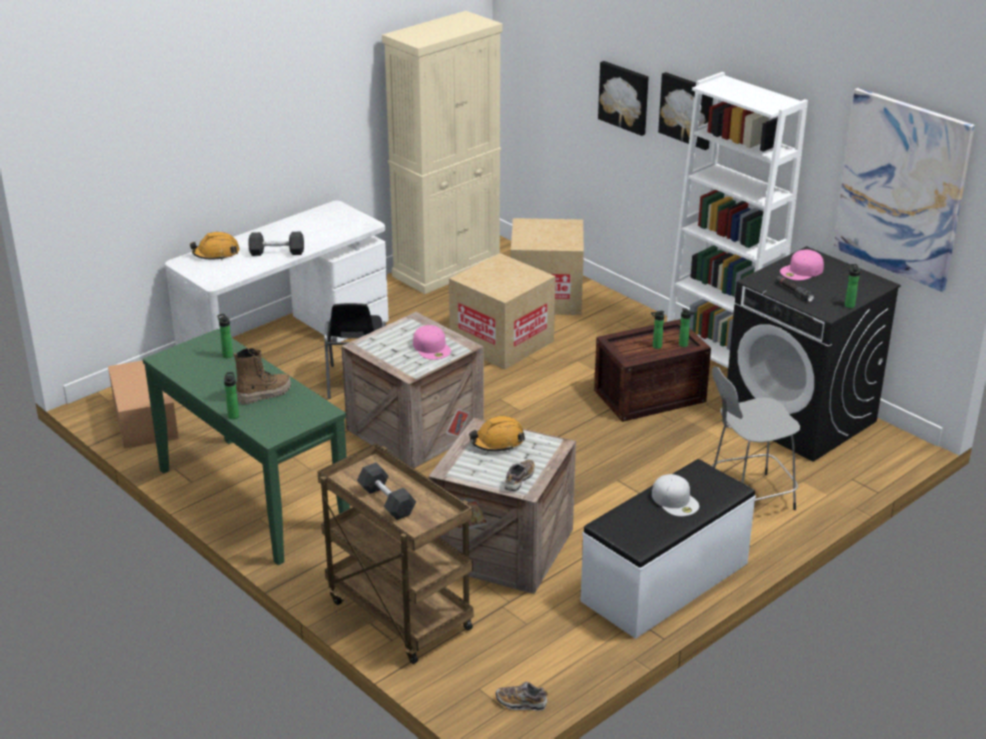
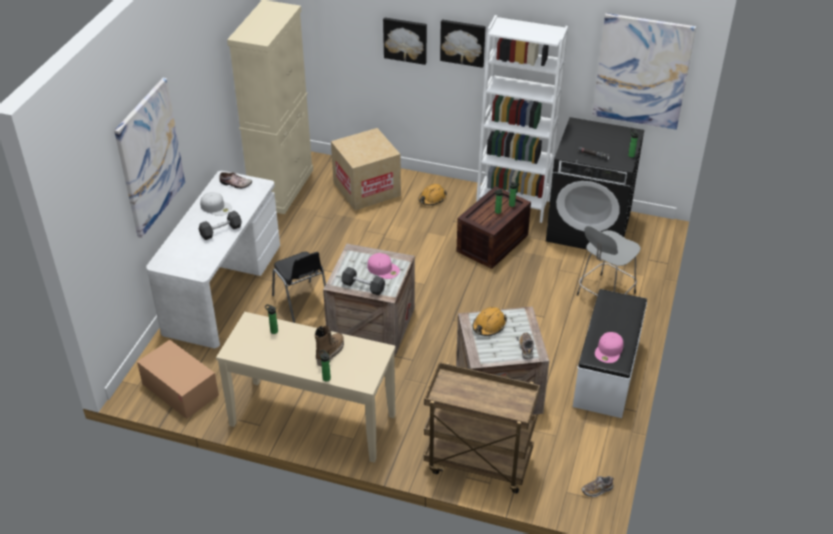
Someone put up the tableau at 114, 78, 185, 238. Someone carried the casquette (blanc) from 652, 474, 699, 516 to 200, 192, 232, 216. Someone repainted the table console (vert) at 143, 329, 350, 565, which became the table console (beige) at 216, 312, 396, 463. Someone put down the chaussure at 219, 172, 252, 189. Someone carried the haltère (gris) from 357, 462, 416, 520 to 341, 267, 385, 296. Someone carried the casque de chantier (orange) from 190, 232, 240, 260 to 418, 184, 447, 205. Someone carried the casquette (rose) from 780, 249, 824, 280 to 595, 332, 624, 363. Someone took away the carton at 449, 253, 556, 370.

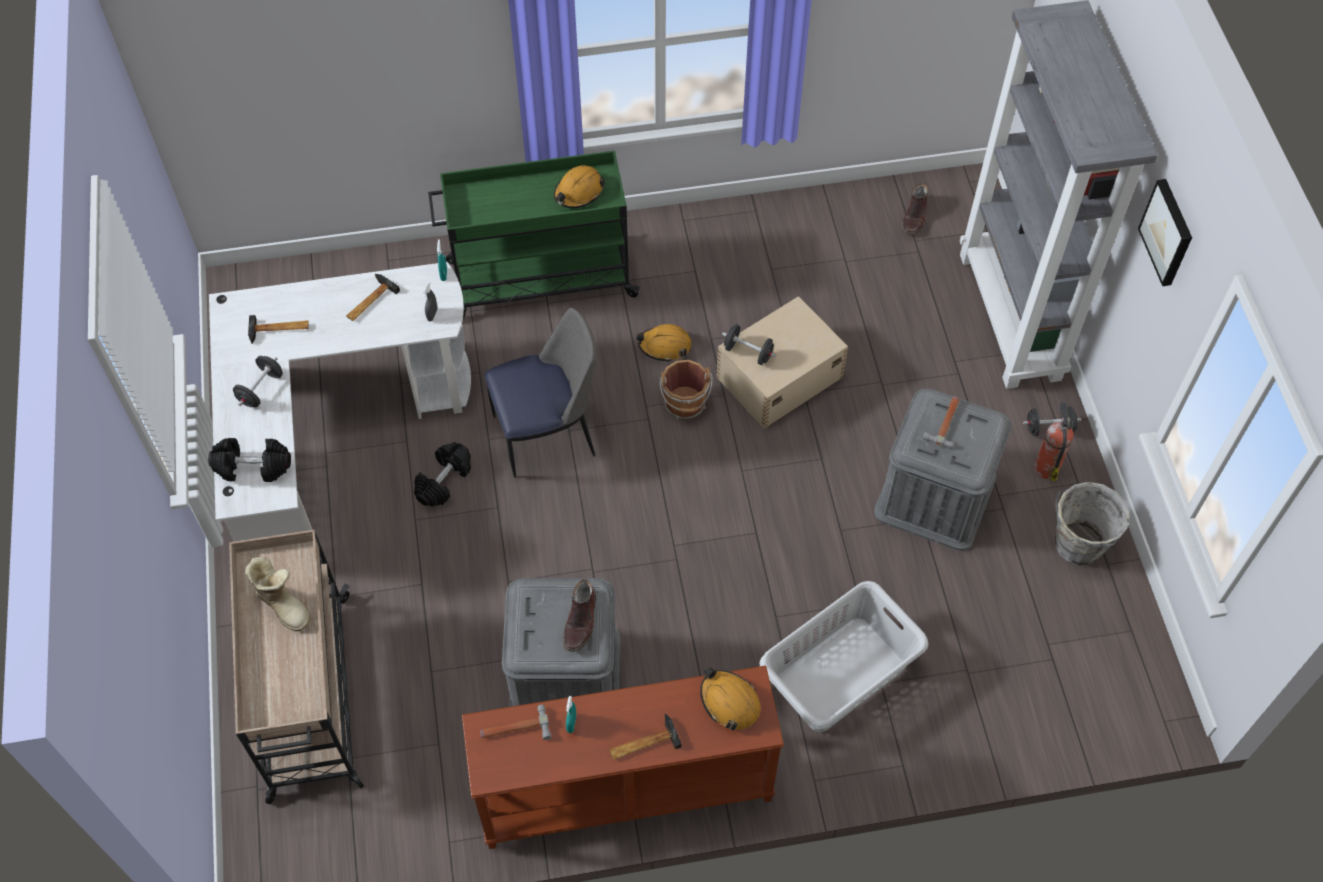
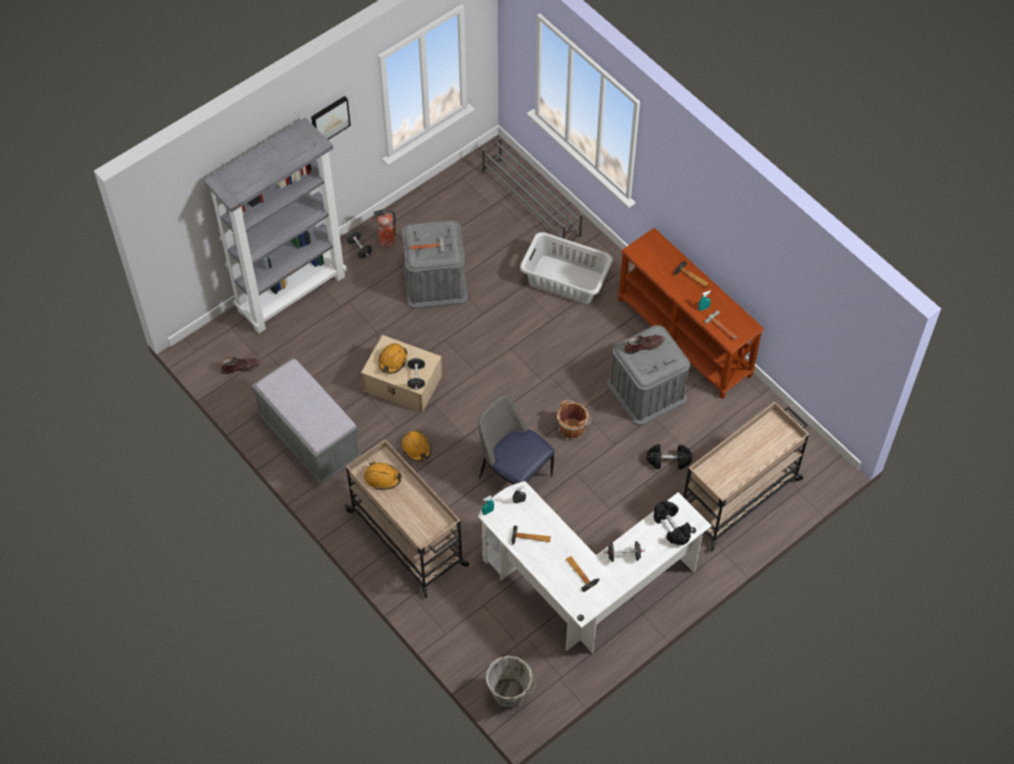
Someone put down the banc (gris) at 251, 358, 361, 484. Someone repainted the chariot (vert) at 428, 151, 640, 318, which became the chariot (beige) at 344, 439, 469, 598. Someone carried the casque de chantier (orange) from 700, 667, 761, 731 to 378, 343, 408, 374. Someone put down the étagère à chaussures (gris) at 482, 137, 582, 249. Someone carried the seau (gris) from 1055, 482, 1130, 566 to 486, 656, 537, 709. Someone carried the seau (marron) from 659, 360, 713, 420 to 556, 400, 591, 440. Someone carried the haltère (noir) from 414, 442, 471, 507 to 647, 444, 692, 469. Someone took away the botte at 245, 557, 310, 631.

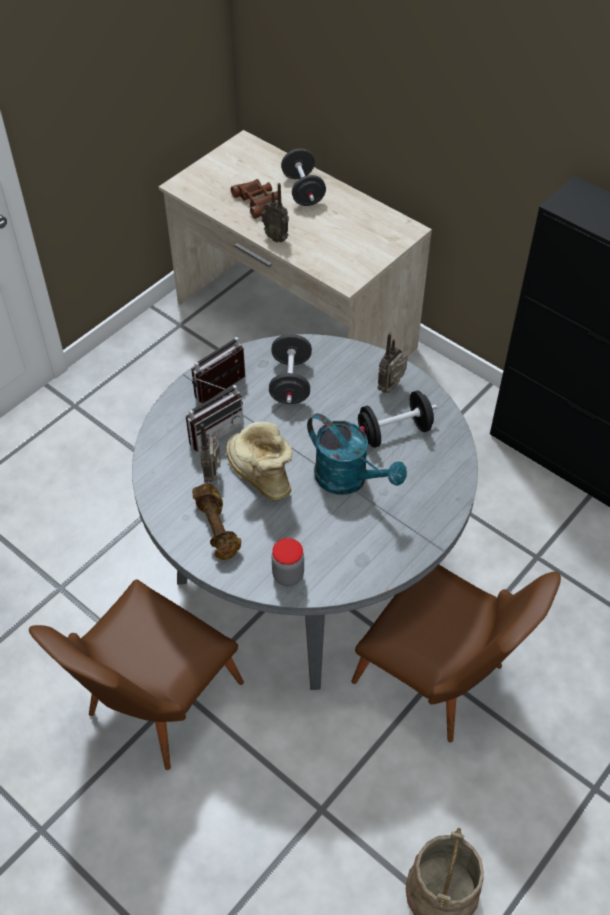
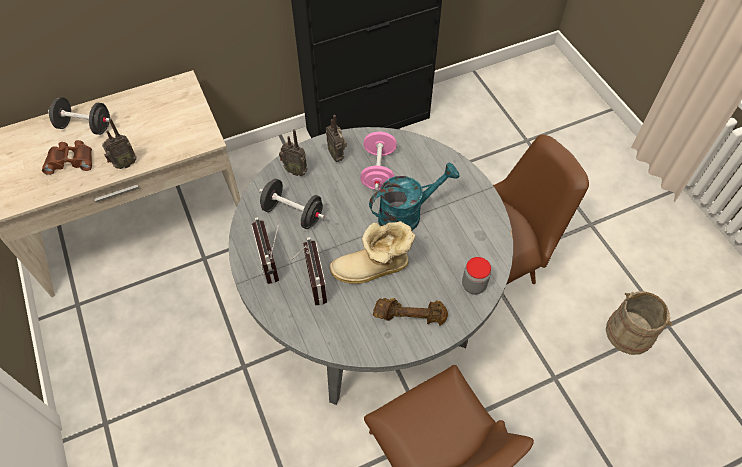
Someone carried the radio from 200, 424, 220, 483 to 279, 129, 307, 176. Someone repainted the haltère (noir) at 358, 390, 437, 448, which became the haltère (rose) at 360, 132, 397, 190.

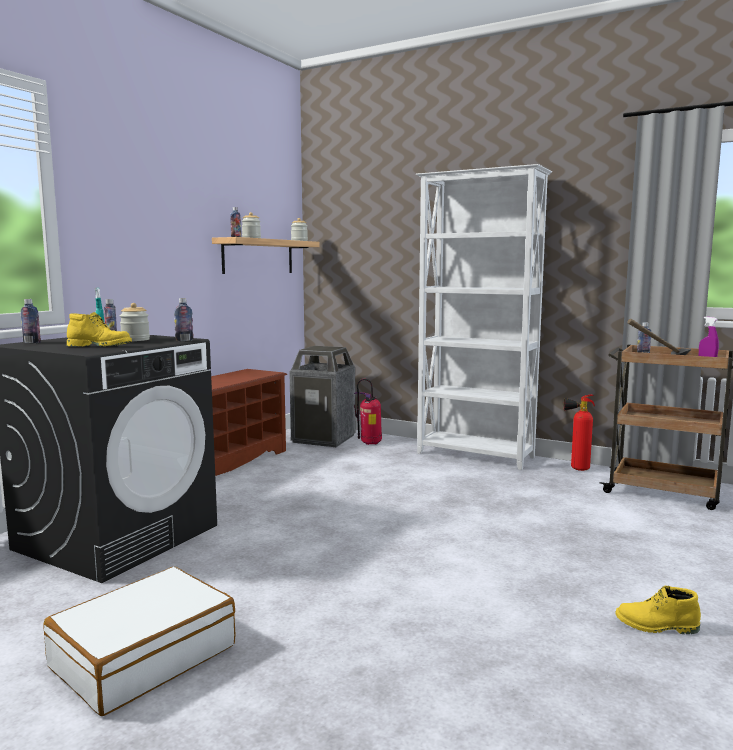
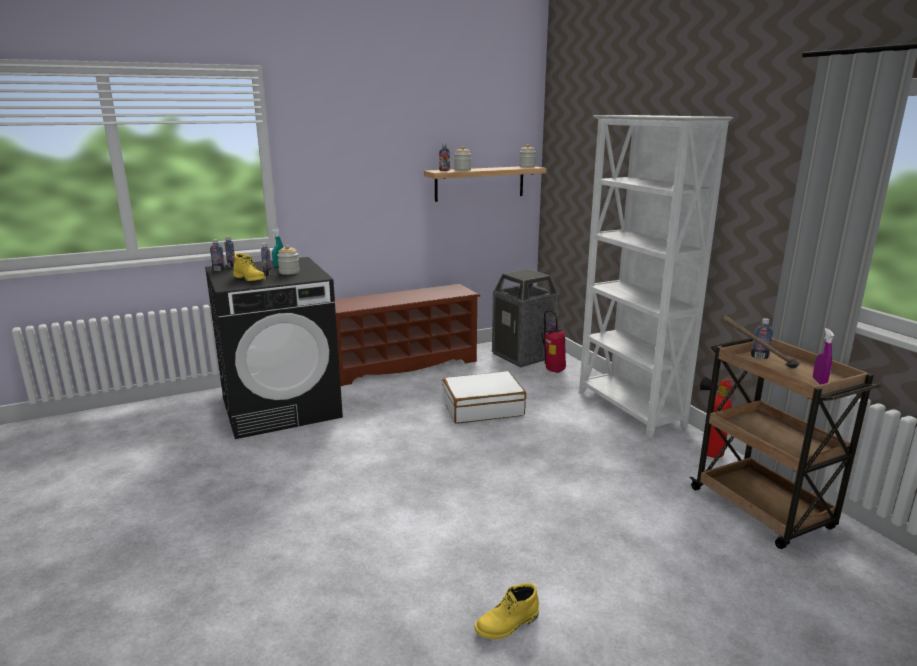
Someone carried the bouteille from 174, 298, 194, 341 to 210, 239, 225, 271. Someone carried the valise (blanc) from 43, 567, 236, 716 to 442, 371, 526, 424. Someone rotated the botte (jaune) at 615, 586, 701, 634 by 75 degrees counterclockwise.

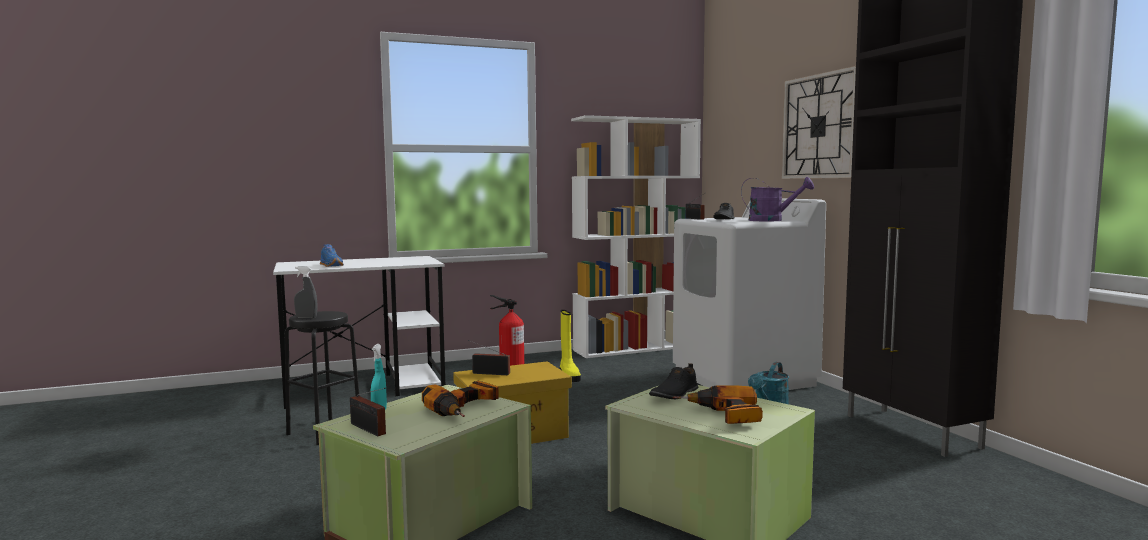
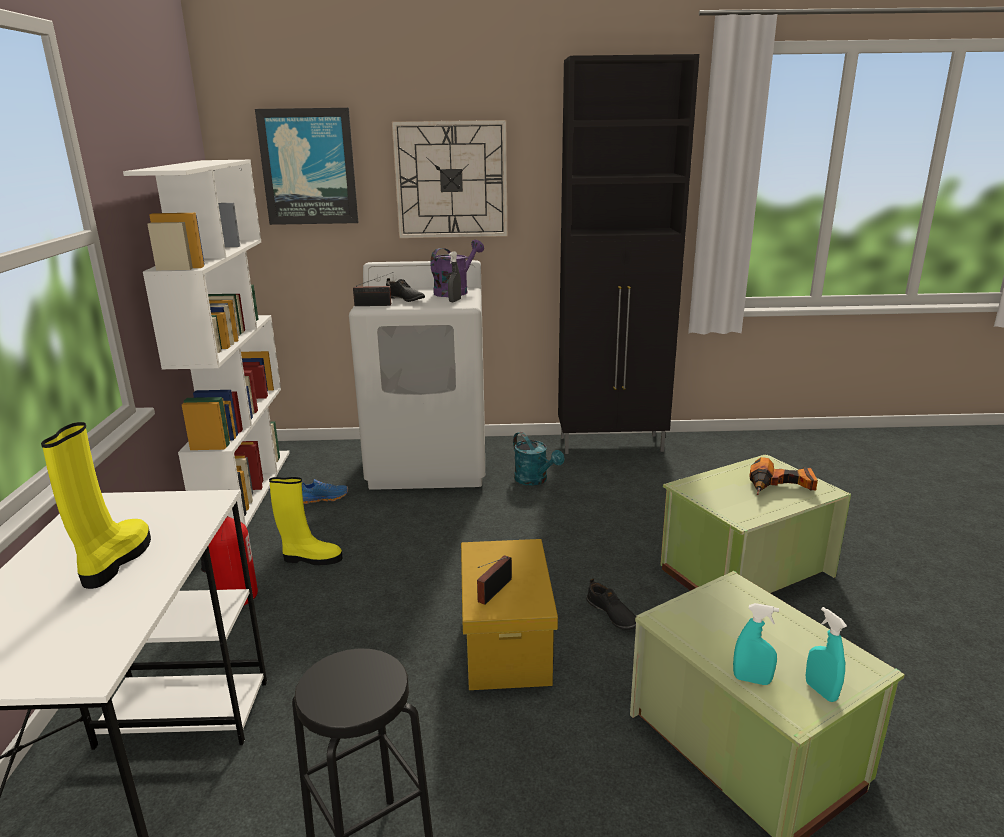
Someone put down the botte (jaune) at 41, 422, 151, 589. Someone put up the tableau at 255, 108, 358, 225. Someone carried the chaussure (bleu) from 320, 244, 344, 267 to 302, 479, 348, 504. Someone carried the vaporisateur (gris) from 294, 266, 317, 318 to 448, 251, 461, 302. Someone carried the chaussure (noir) from 649, 363, 698, 399 to 586, 578, 636, 630. Someone swapped the radio at 350, 388, 386, 436 for the vaporisateur (turquoise) at 806, 607, 847, 702. Someone took away the perceuse at 422, 381, 499, 417.

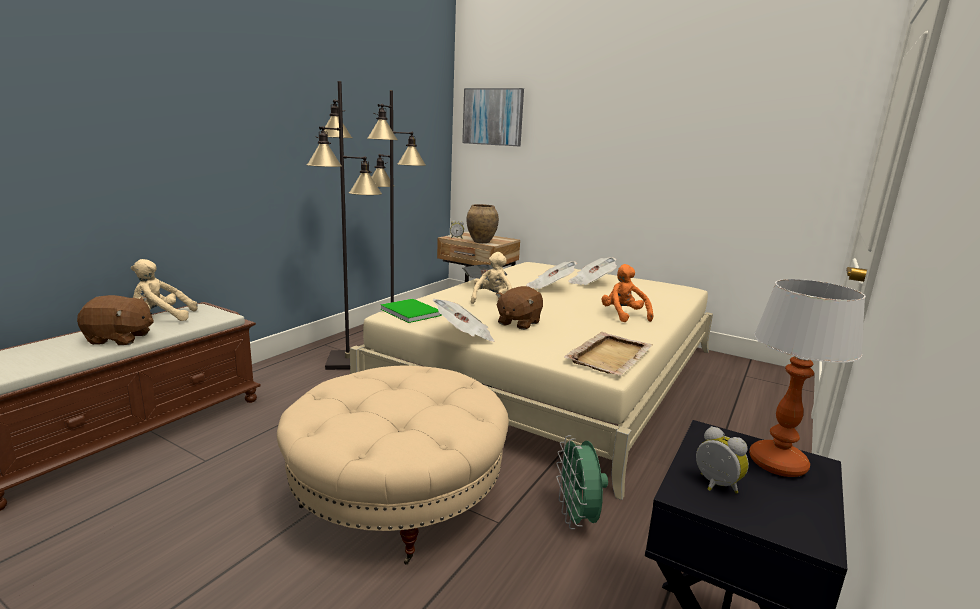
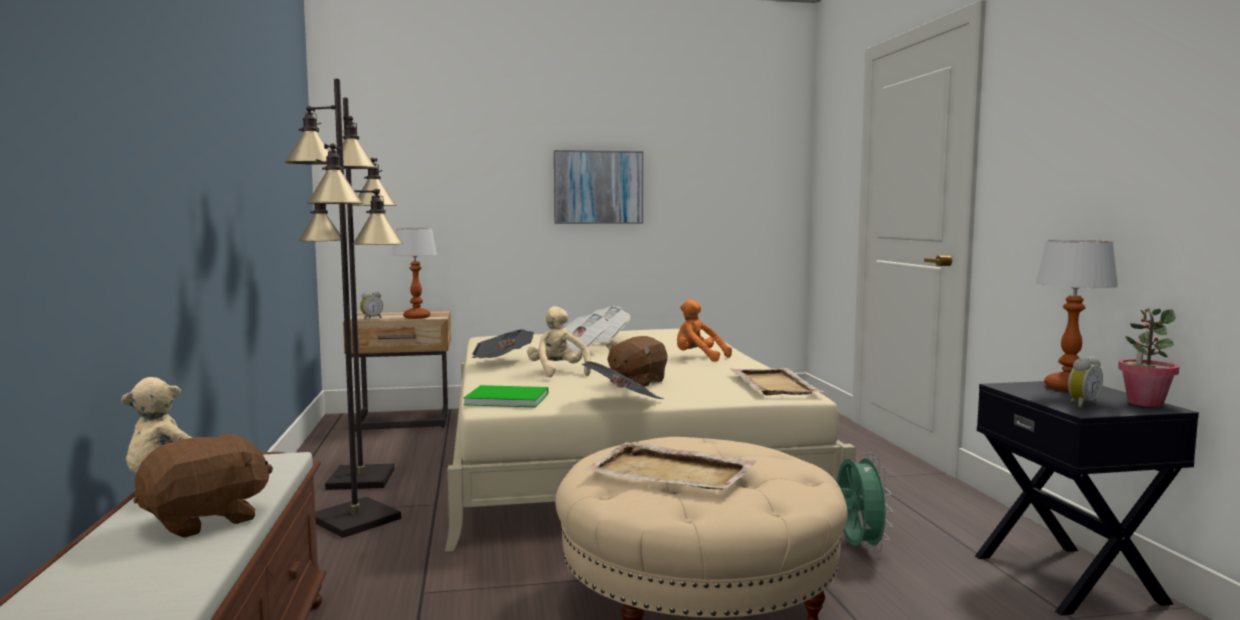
Someone swapped the vase (marron) at 467, 204, 499, 243 for the lampe de table at 393, 228, 437, 319. Someone carried the tableau from 462, 88, 524, 146 to 554, 150, 643, 224. Someone put down the plateau (beige) at 585, 442, 757, 490. Someone rotated the peluche (marron) at 496, 286, 543, 330 by 45 degrees clockwise. Someone rotated the ventilateur (vert) at 556, 435, 608, 529 by 135 degrees counterclockwise. Someone rotated the réveil at 696, 426, 749, 494 by 135 degrees clockwise. Someone put down the plante en pot at 1118, 308, 1179, 407.

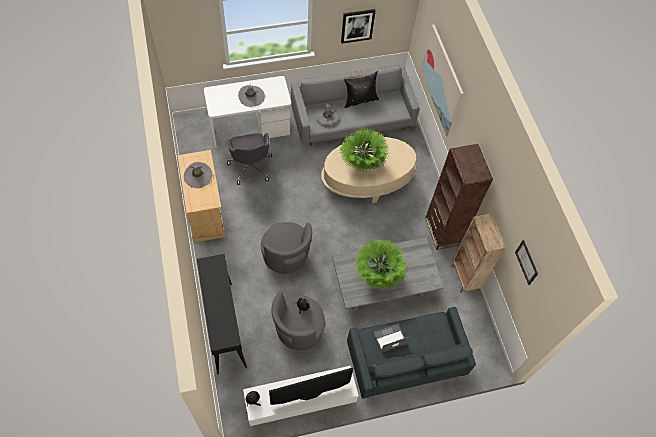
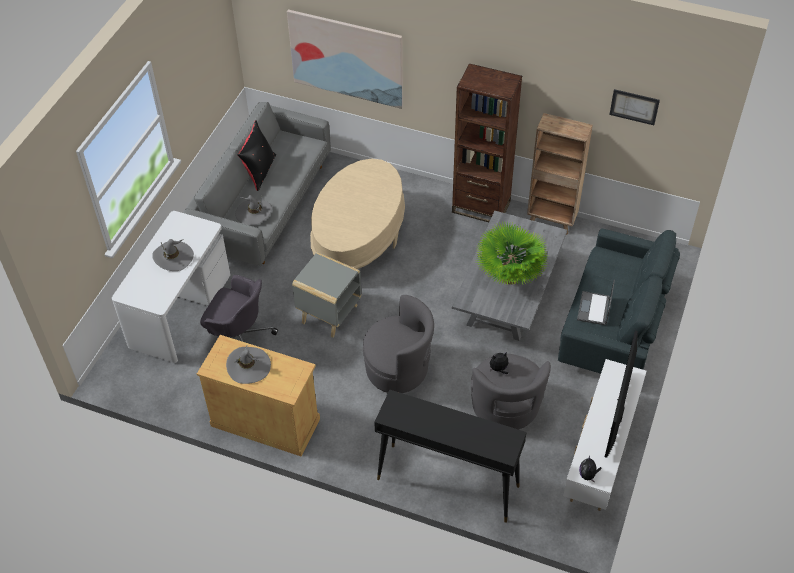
Someone put down the table d'appoint (gris) at 292, 252, 362, 338. Someone took away the plante en pot at 339, 127, 389, 172. Someone took away the tableau at 341, 9, 375, 43.

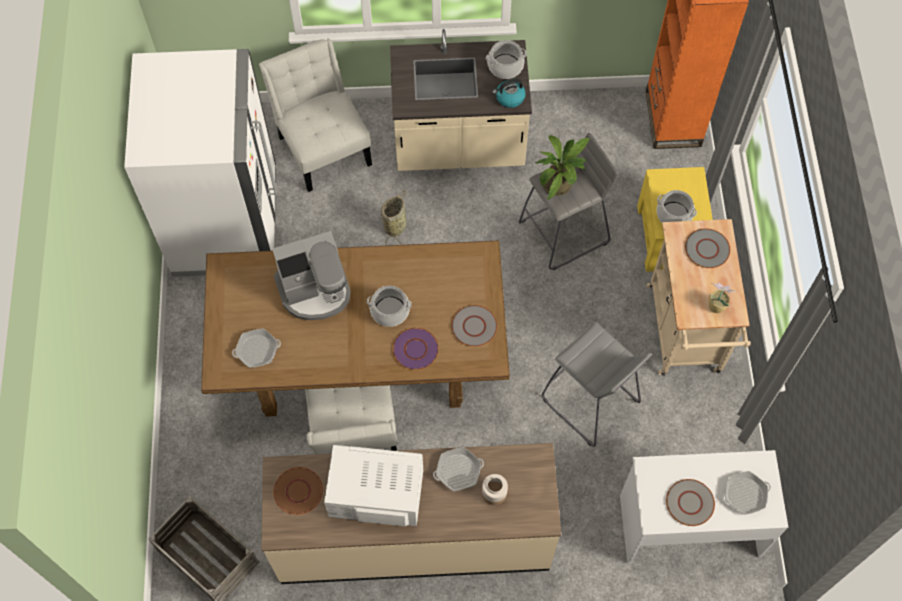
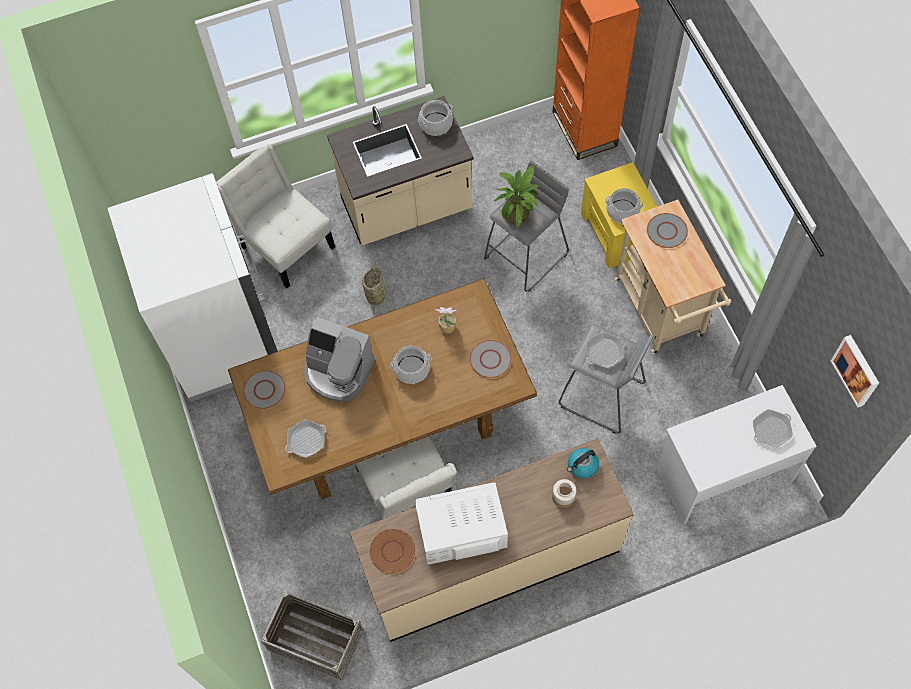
Someone carried the assiette (gris) from 666, 479, 715, 526 to 243, 370, 285, 409. Someone rotated the machine à café at 272, 231, 351, 320 by 60 degrees clockwise. Someone carried the plante en pot from 709, 283, 736, 313 to 435, 307, 457, 334. Someone carried the bouilloire from 492, 79, 526, 108 to 567, 448, 599, 479. Someone carried the poêle from 433, 447, 484, 491 to 586, 332, 624, 368. Someone put up the tableau at 831, 335, 879, 408. Someone took away the assiette (violet) at 393, 328, 439, 370.

